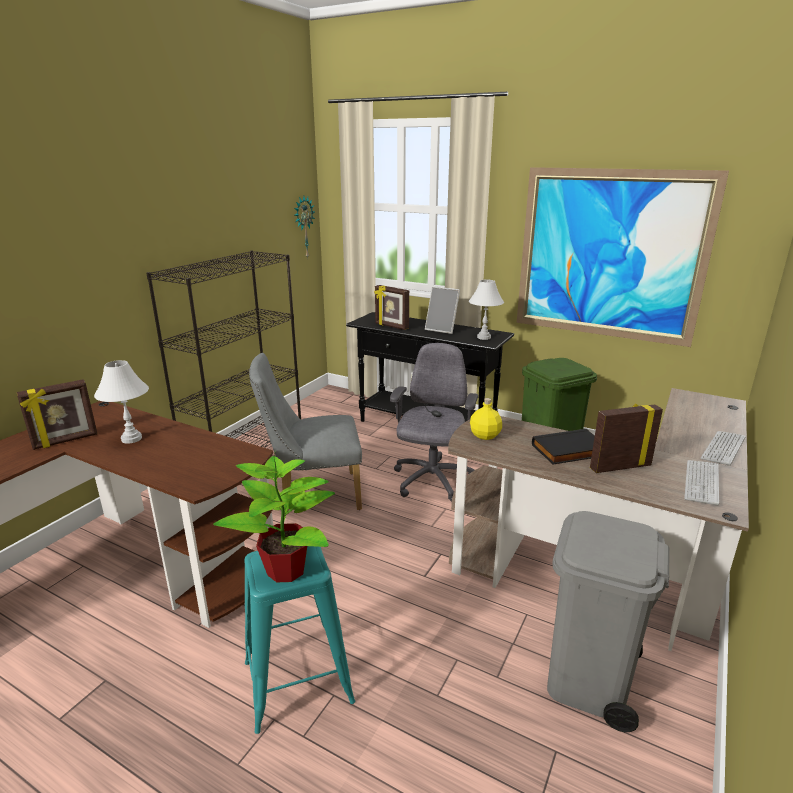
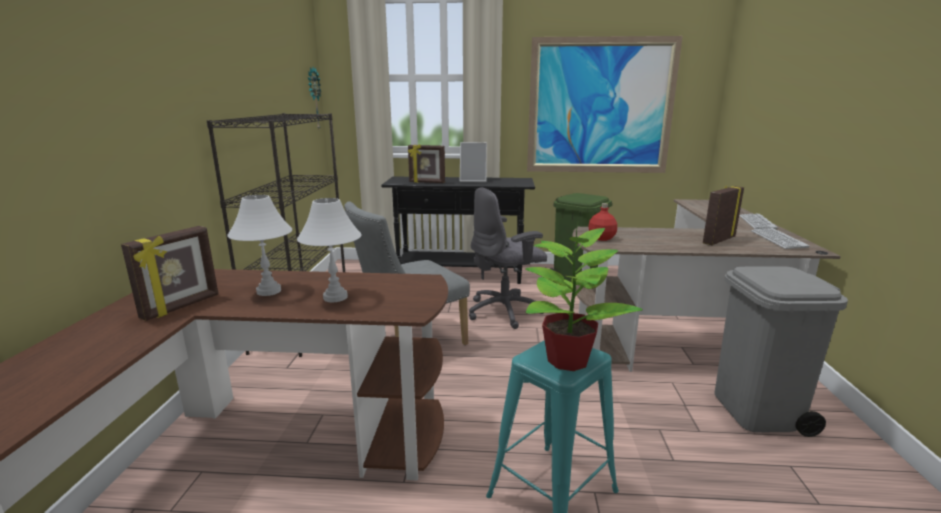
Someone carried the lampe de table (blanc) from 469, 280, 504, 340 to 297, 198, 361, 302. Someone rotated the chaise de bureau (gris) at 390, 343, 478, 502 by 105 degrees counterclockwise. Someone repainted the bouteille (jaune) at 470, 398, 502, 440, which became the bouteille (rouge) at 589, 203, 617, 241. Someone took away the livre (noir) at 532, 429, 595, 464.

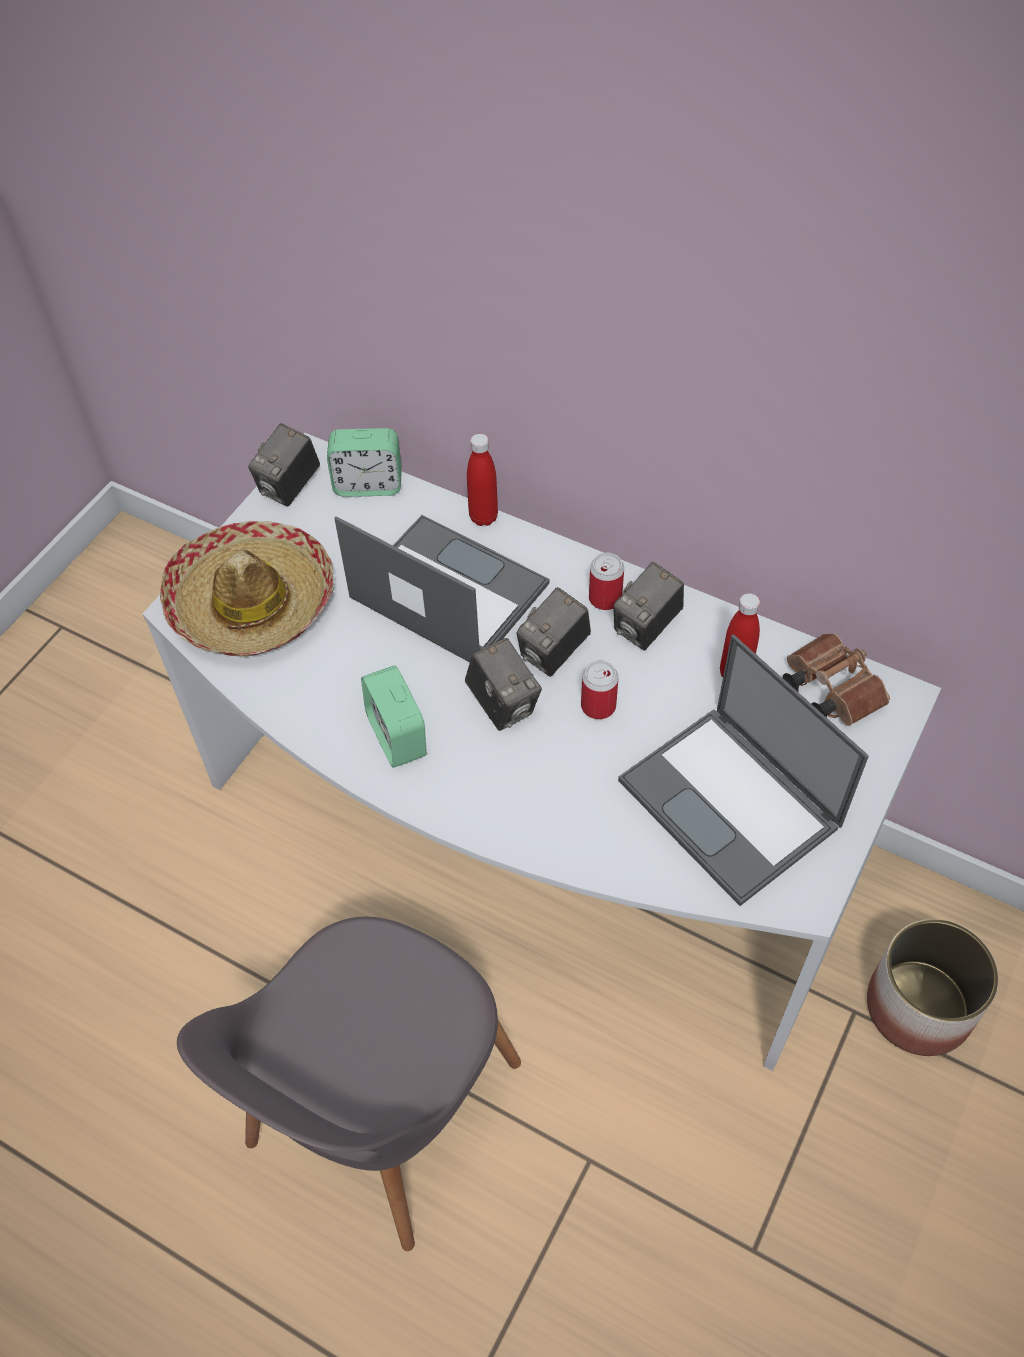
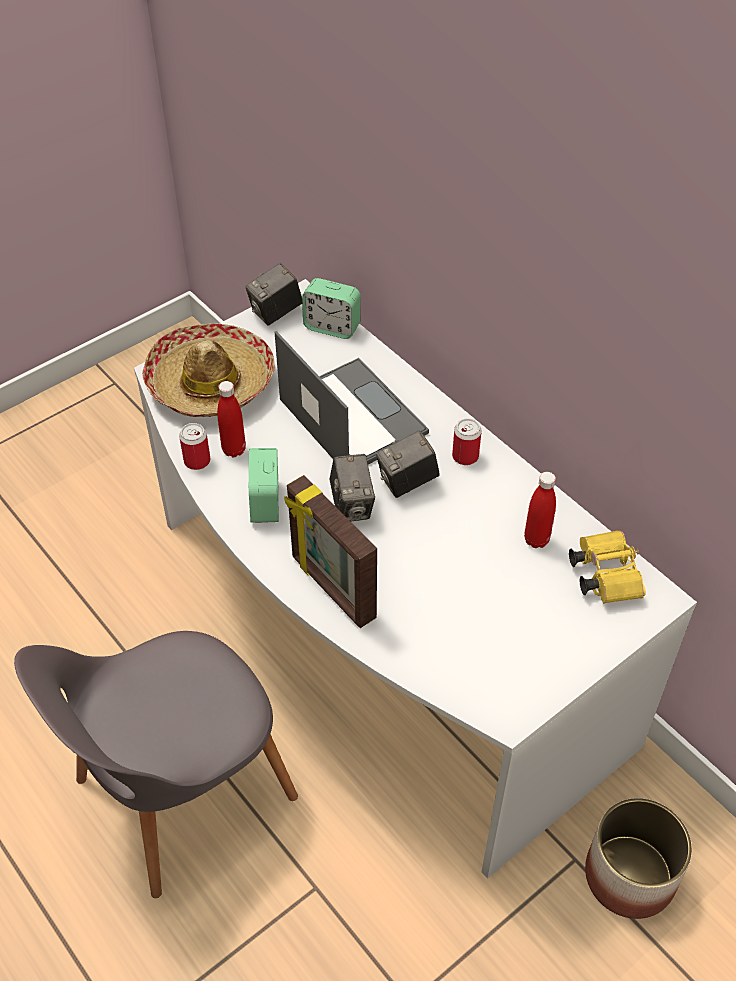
Someone carried the boîte métallique from 581, 660, 618, 719 to 179, 423, 211, 470. Someone carried the bouteille (rouge) from 467, 434, 498, 526 to 217, 381, 246, 457. Someone put down the cadre photo at 284, 475, 377, 628. Someone repainted the jumelles (marron) at 783, 633, 890, 726, which became the jumelles (jaune) at 569, 530, 646, 603. Someone took away the appareil photo at 613, 562, 684, 650. Someone took away the ordinateur portable at 618, 634, 869, 906.

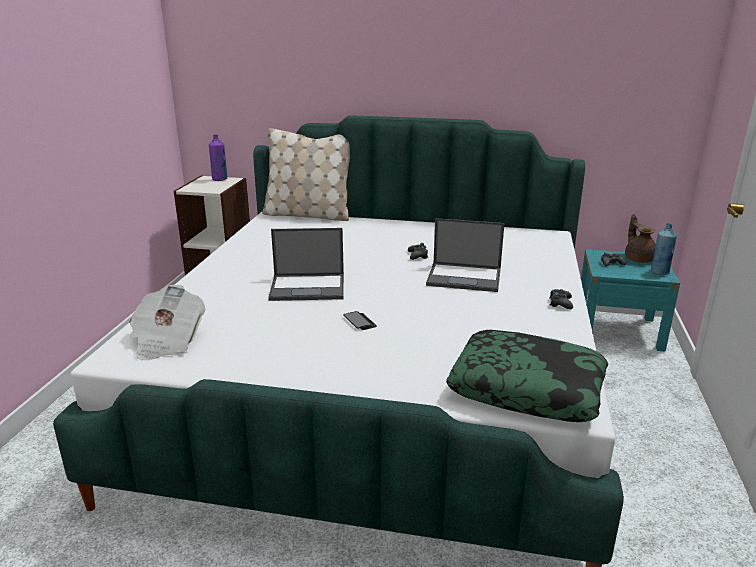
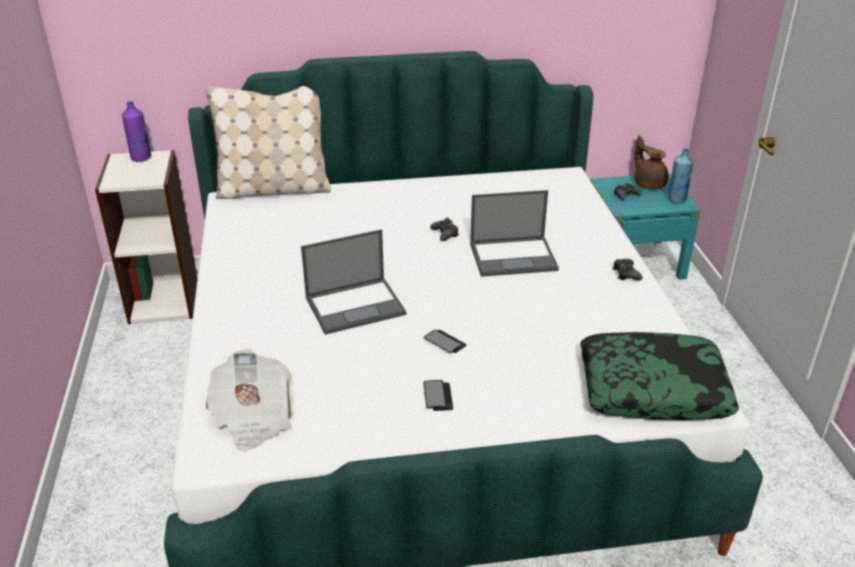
Someone put down the téléphone at 423, 380, 453, 411.

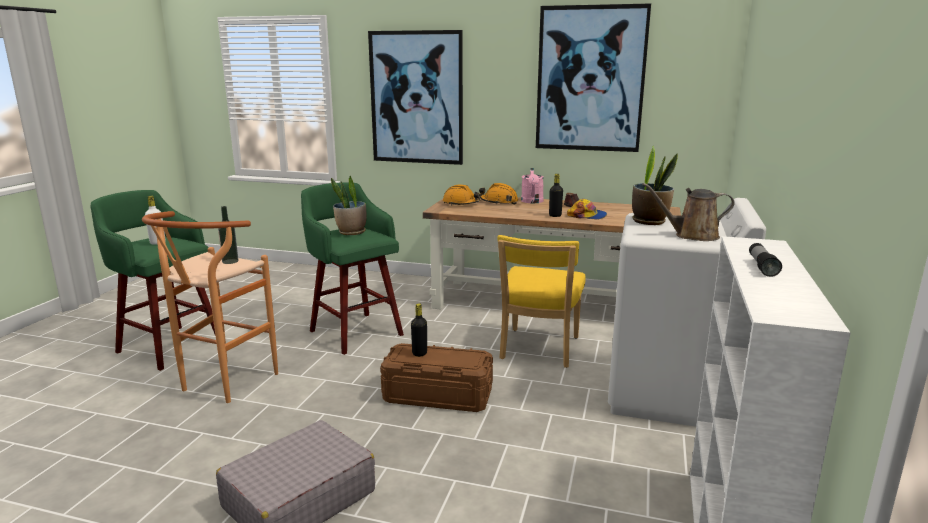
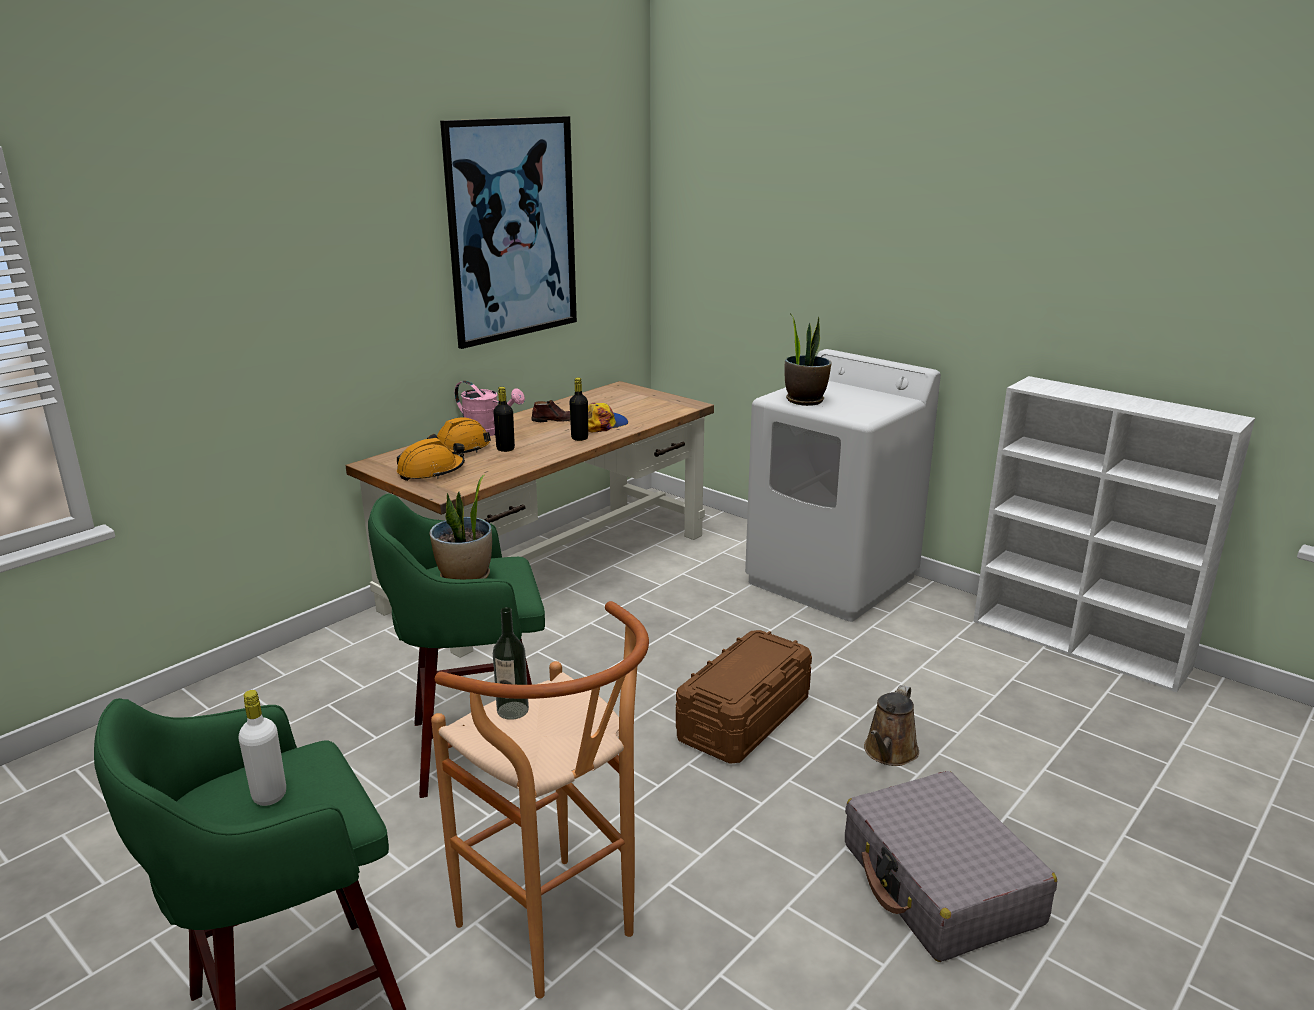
Someone carried the bouteille (noir) from 411, 303, 427, 357 to 493, 387, 515, 452. Someone carried the arrosoir (marron) from 642, 183, 735, 241 to 864, 685, 919, 766. Someone took away the tableau at 368, 30, 463, 165. Someone took away the chaise (jaune) at 497, 235, 586, 368. Someone took away the lampe de poche at 749, 243, 782, 277.

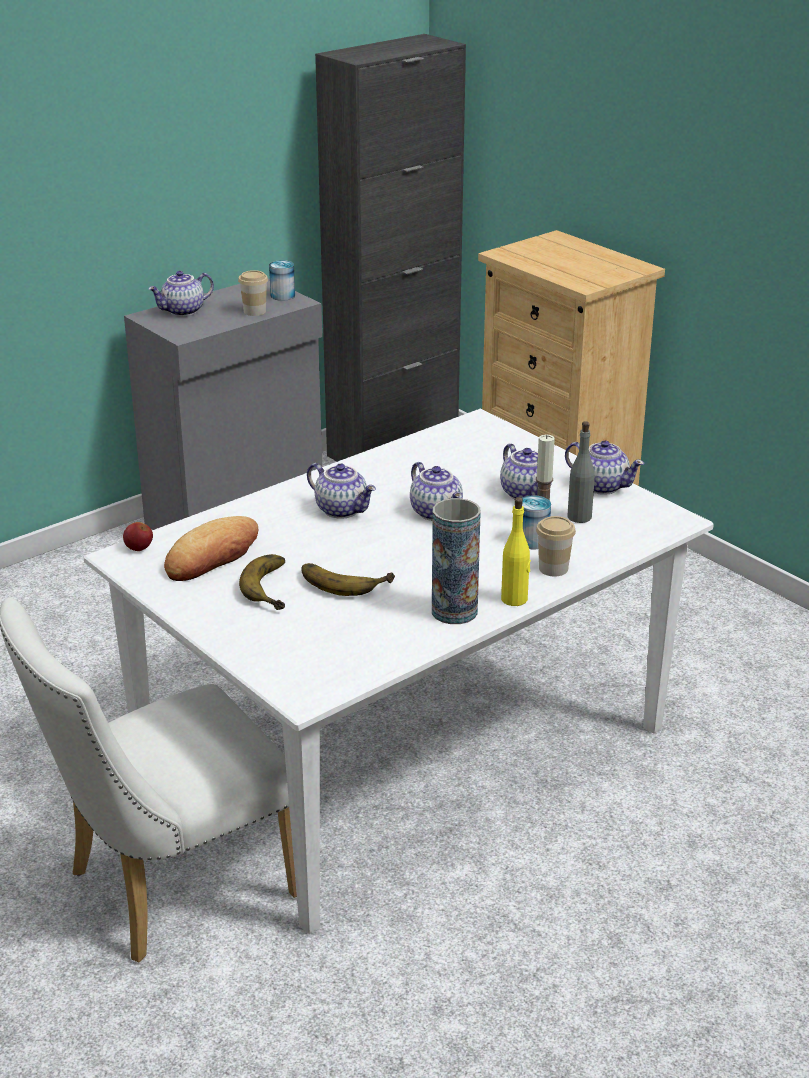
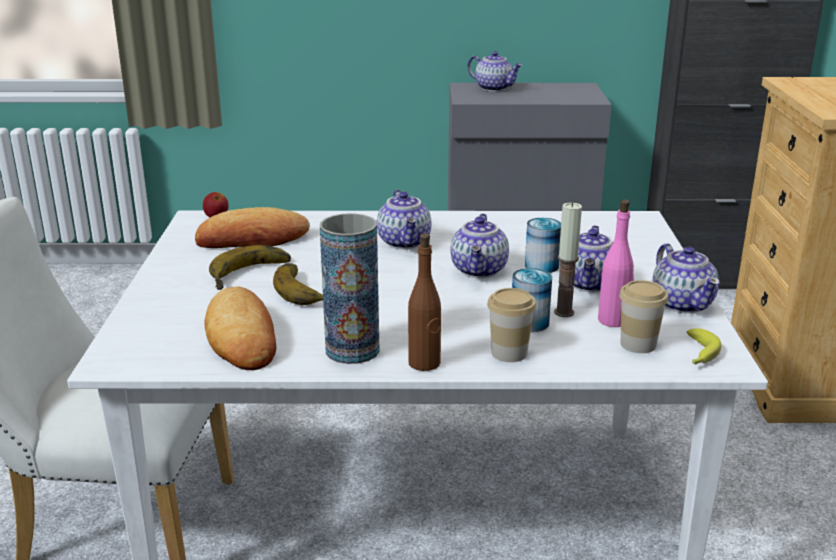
Someone put down the pain at 204, 287, 276, 370. Someone repainted the bouteille (jaune) at 501, 497, 531, 606, which became the bouteille (marron) at 408, 233, 441, 371. Someone rotated the théière at 148, 271, 214, 316 by 150 degrees counterclockwise. Someone carried the boîte métallique from 269, 260, 295, 301 to 525, 218, 561, 273. Someone repainted the bouteille (gris) at 568, 421, 595, 523, which became the bouteille (rose) at 598, 199, 634, 327. Someone carried the tasse from 238, 270, 268, 316 to 619, 280, 668, 353. Someone put down the banane at 686, 328, 721, 365.

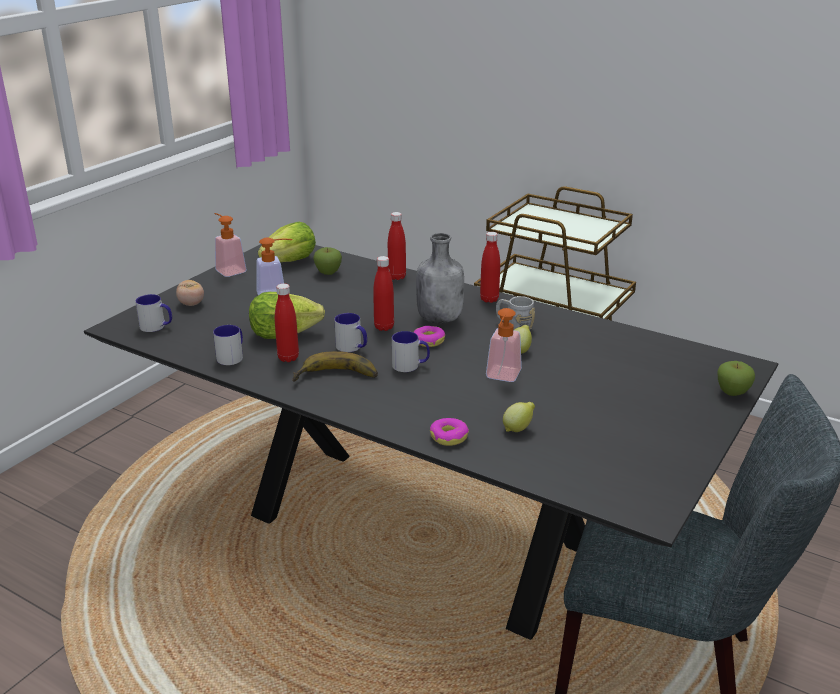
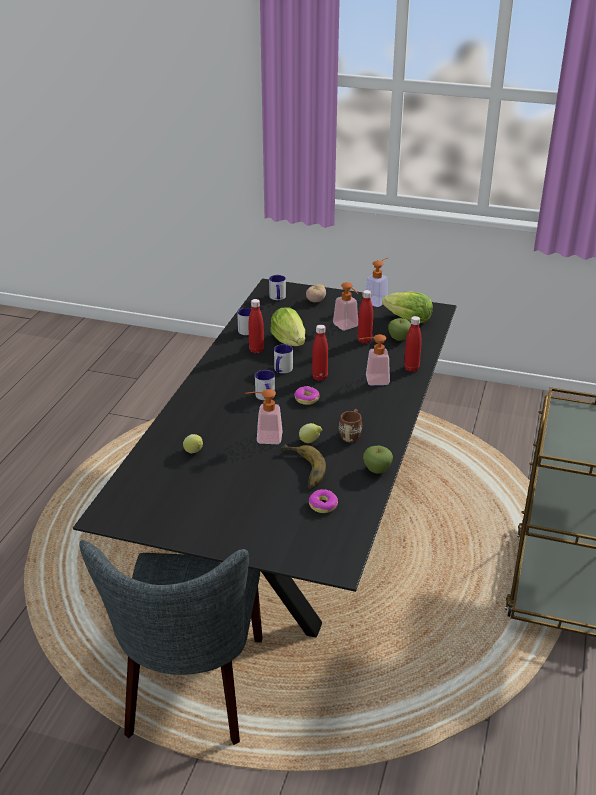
Someone carried the banane from 292, 351, 378, 382 to 280, 444, 326, 490. Someone carried the beignet from 430, 418, 469, 446 to 309, 489, 338, 513. Someone repainted the mug (gris) at 496, 296, 535, 330, which became the mug (marron) at 339, 409, 362, 443. Someone carried the bouteille (rouge) from 480, 232, 500, 303 to 358, 290, 373, 344. Someone put down the distributeur de savon at 359, 334, 390, 385. Someone carried the pomme from 717, 361, 755, 396 to 363, 446, 393, 474. Someone took away the bouteille (gris) at 416, 233, 464, 324.

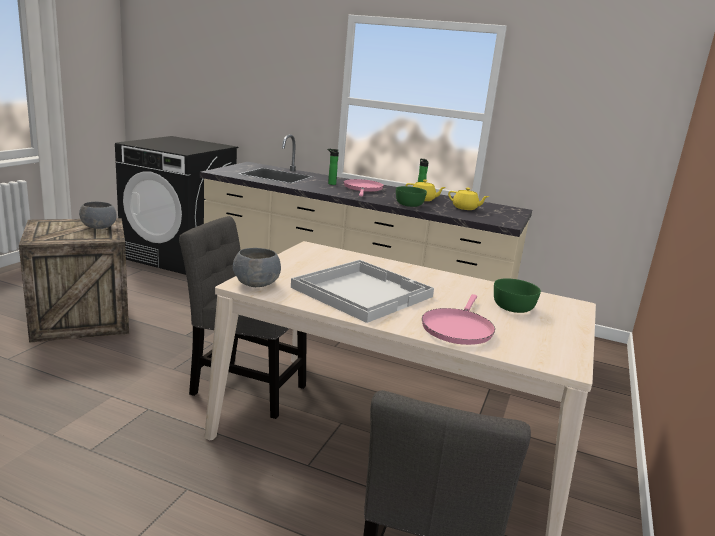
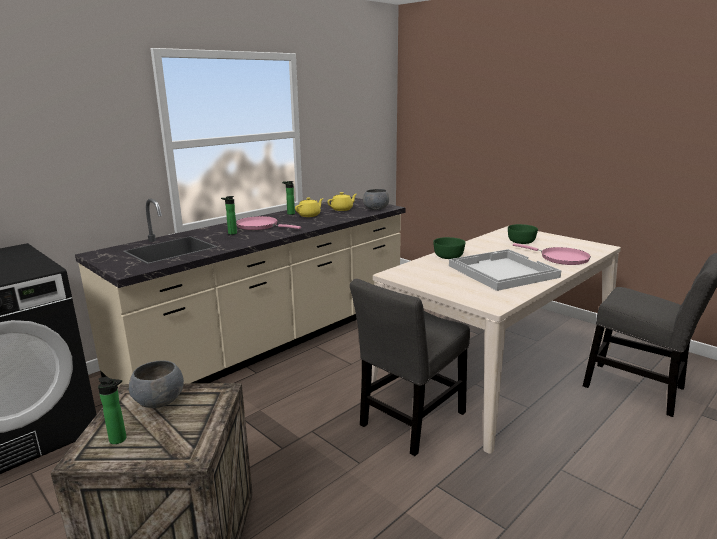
Someone put down the bouteille at 98, 377, 126, 444. Someone carried the bol (gris) from 233, 248, 281, 287 to 363, 189, 389, 210. Someone carried the bol (vert) from 396, 186, 427, 207 to 433, 237, 465, 259.

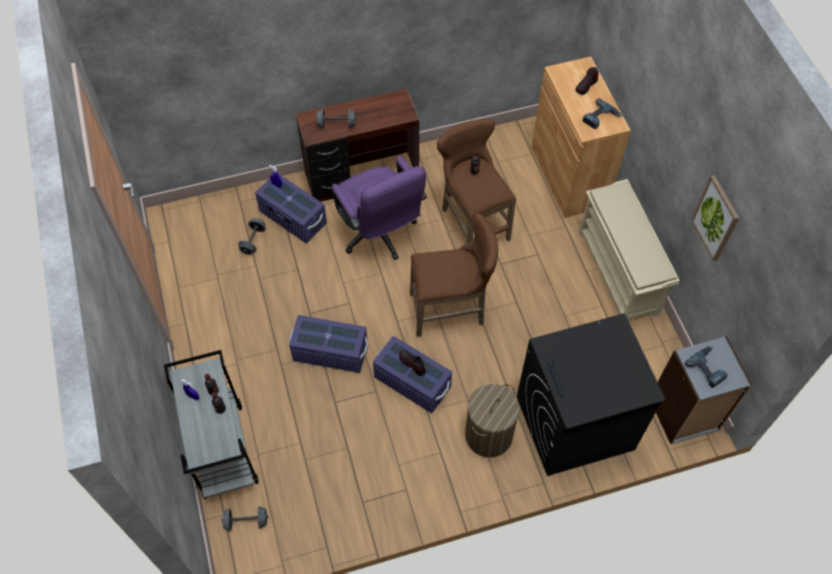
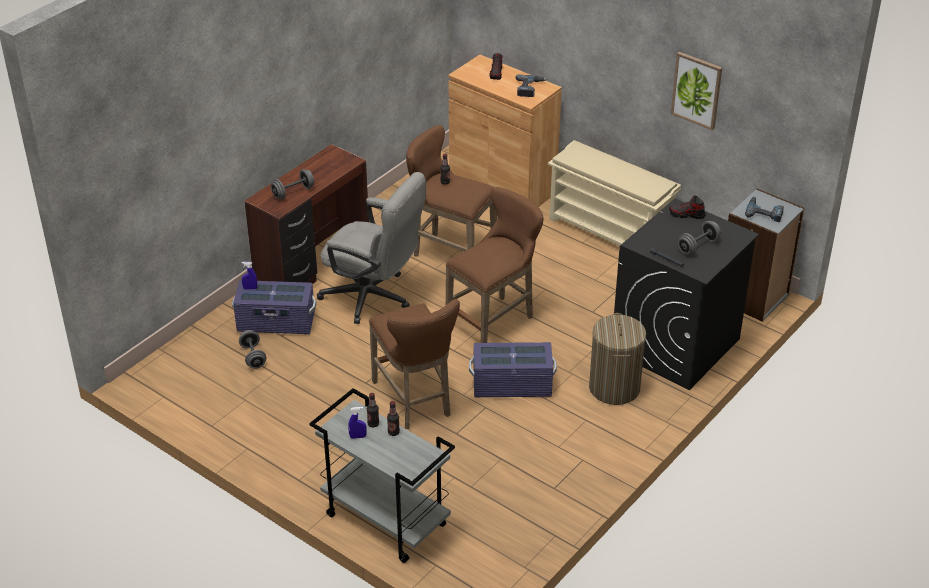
Someone repainted the chaise de bureau (violet) at 332, 156, 427, 260, which became the chaise de bureau (gris) at 317, 172, 426, 324. Someone swapped the boîte de rangement (violet) at 289, 315, 368, 373 for the tabouret (marron) at 369, 299, 460, 429. Someone carried the chaussure from 399, 350, 426, 376 to 669, 196, 706, 219. Someone carried the haltère (gris) from 221, 506, 268, 531 to 678, 221, 721, 255.

